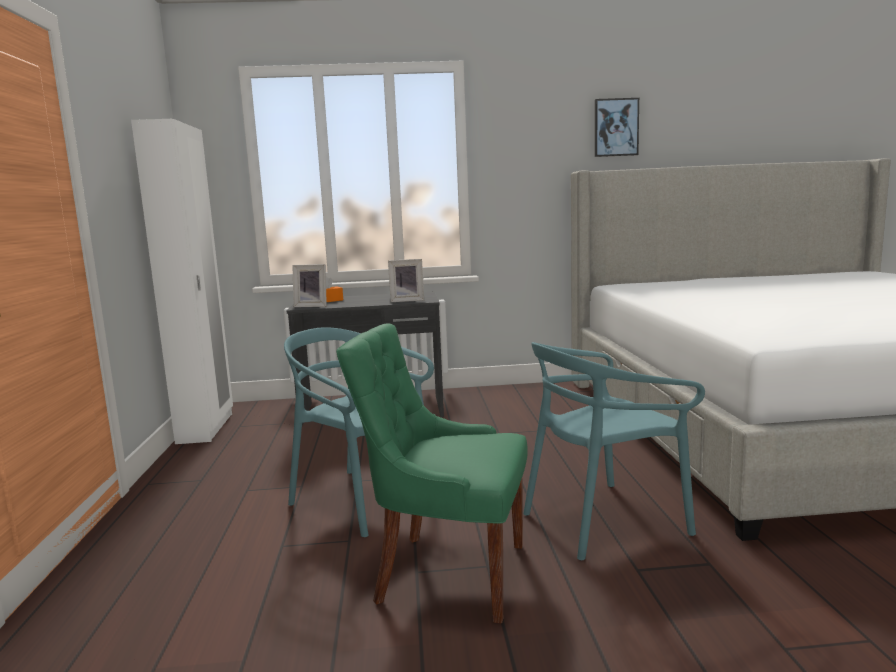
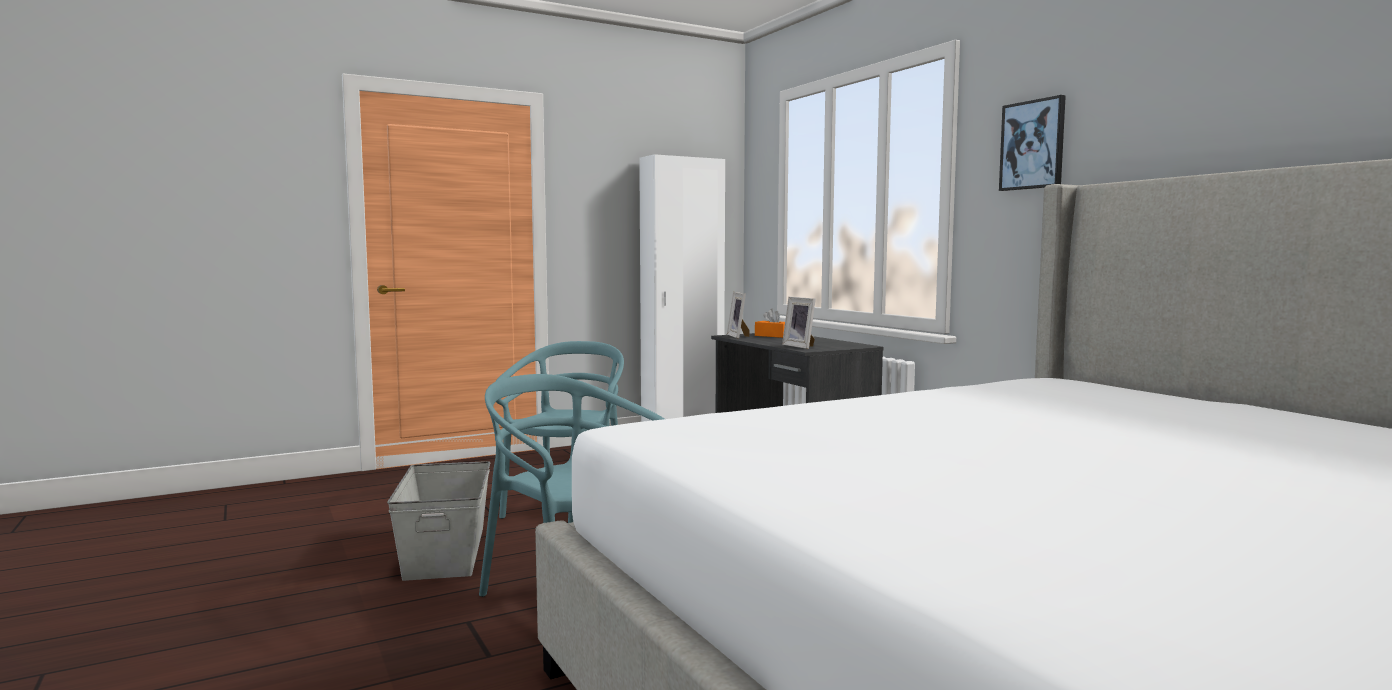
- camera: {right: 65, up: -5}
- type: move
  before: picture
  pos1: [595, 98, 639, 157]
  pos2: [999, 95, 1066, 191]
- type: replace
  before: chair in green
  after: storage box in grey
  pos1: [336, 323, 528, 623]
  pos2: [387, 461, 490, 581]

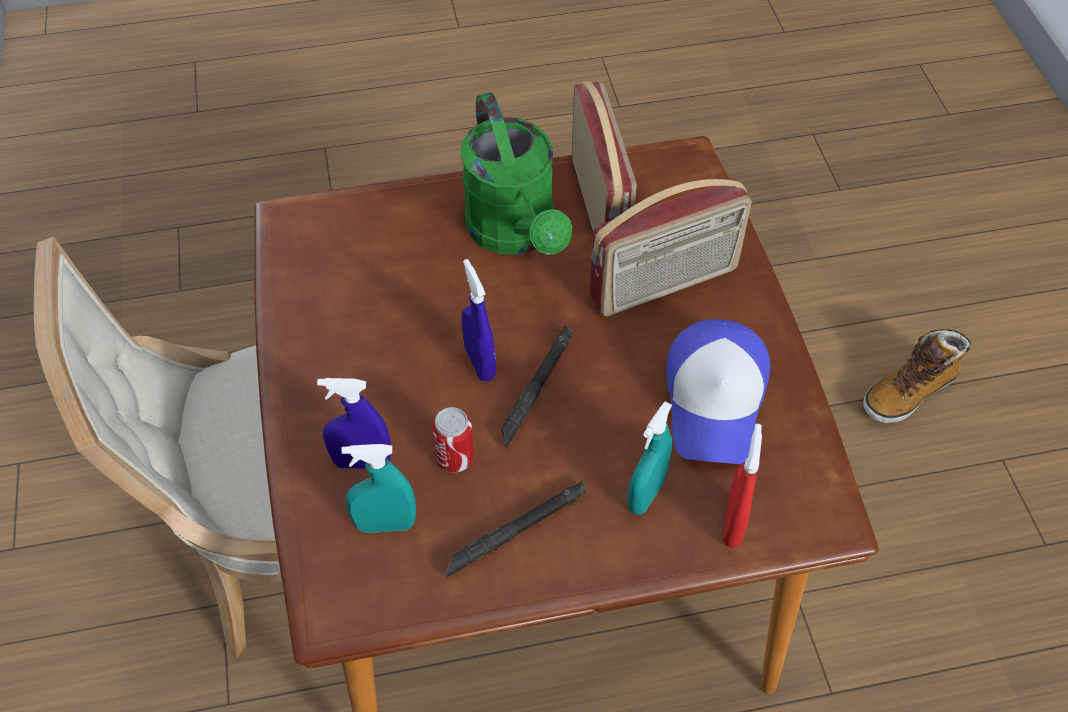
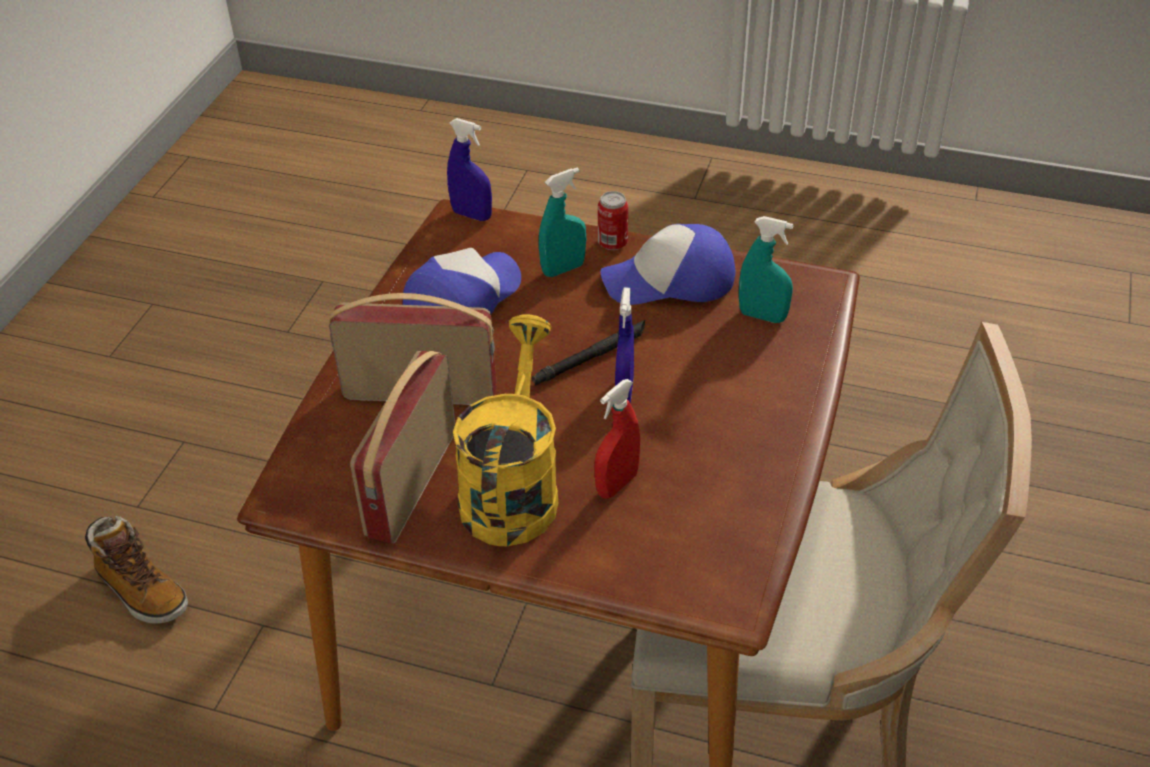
- camera: {right: -150, up: -10}
- type: recolor
  before: watering can in green
  after: watering can in yellow
  pos1: [461, 92, 572, 255]
  pos2: [453, 314, 558, 546]
- type: rotate
  before: boot
  pos1: [863, 329, 971, 423]
  pos2: [85, 516, 188, 624]
  turn: 45
- type: move
  before: spray bottle in blue
  pos1: [317, 378, 391, 469]
  pos2: [447, 118, 492, 221]
- type: move
  before: can
  pos1: [432, 407, 474, 472]
  pos2: [598, 191, 628, 250]
- type: move
  before: spray bottle in red
  pos1: [723, 424, 762, 548]
  pos2: [594, 379, 640, 499]
- type: replace
  before: flashlight in black
  after: cap
  pos1: [446, 481, 587, 578]
  pos2: [600, 224, 736, 305]

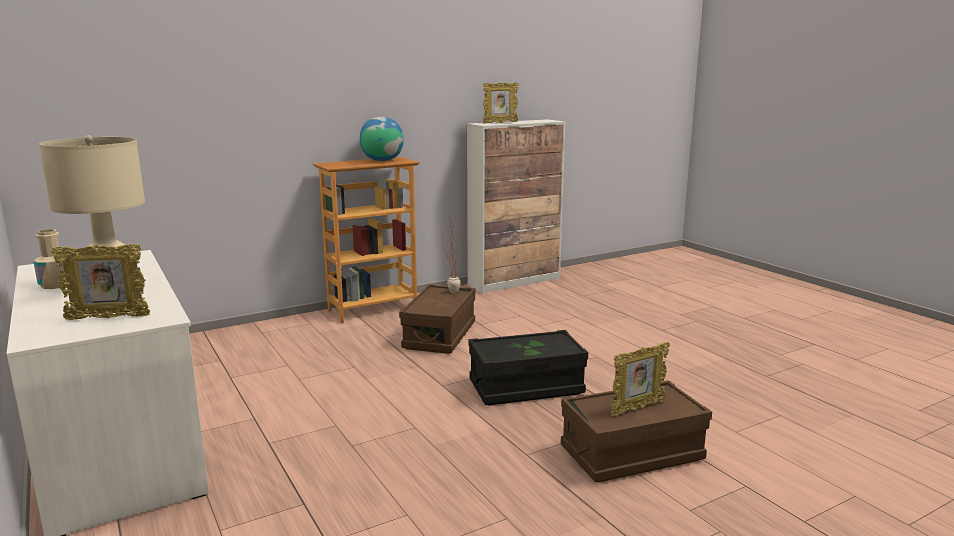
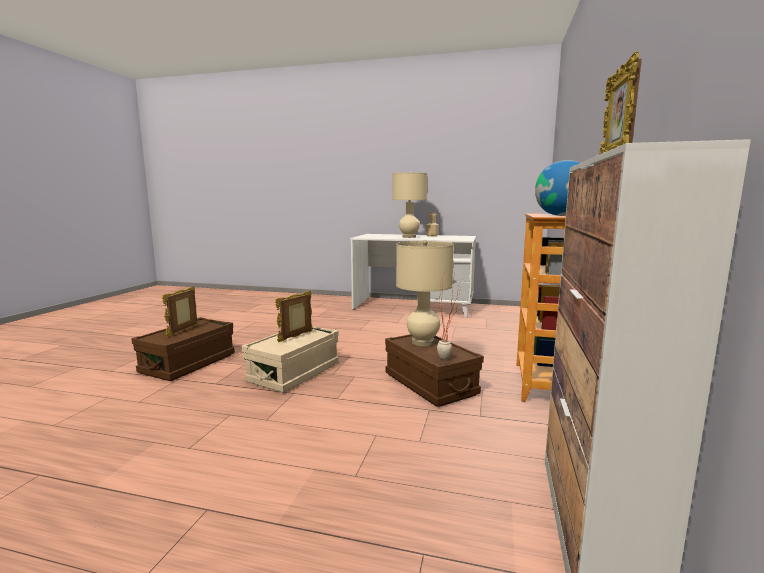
- camera: {right: 135, up: -5}
- type: move
  before: picture frame
  pos1: [52, 244, 150, 320]
  pos2: [275, 291, 313, 342]
- type: recolor
  before: storage box in black
  after: storage box in beige
  pos1: [469, 330, 588, 405]
  pos2: [242, 326, 339, 393]
- type: insert
  after: table lamp in beige
  pos2: [396, 240, 454, 346]

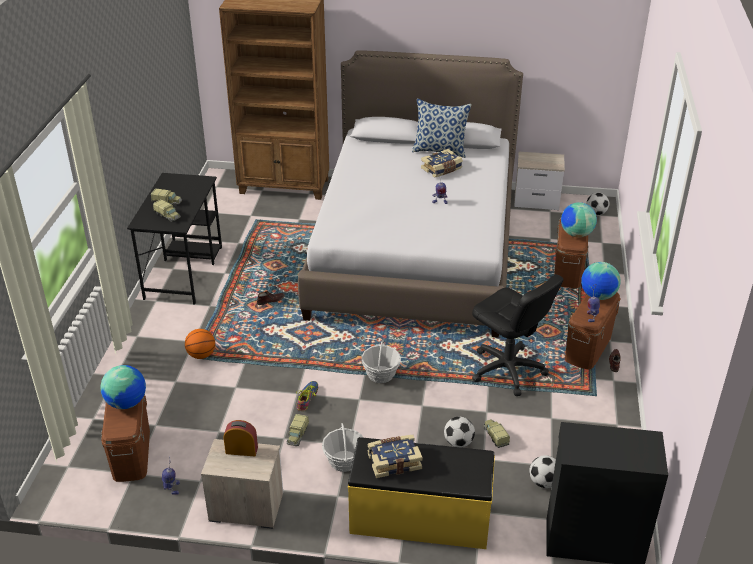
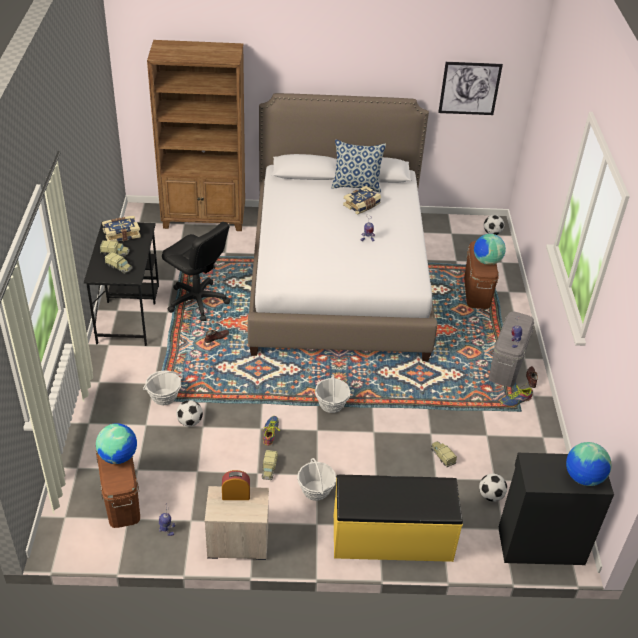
- camera: {right: -10, up: 5}
- type: delete
  before: nightstand
  pos1: [514, 152, 565, 210]
- type: move
  before: globe
  pos1: [581, 262, 621, 300]
  pos2: [566, 442, 612, 486]
- type: move
  before: office chair in black
  pos1: [472, 274, 564, 396]
  pos2: [162, 222, 230, 321]
- type: recolor
  before: storage box in brown
  after: storage box in grey
  pos1: [565, 292, 620, 369]
  pos2: [489, 311, 534, 387]
- type: replace
  before: basketball
  after: basket
  pos1: [185, 329, 215, 359]
  pos2: [143, 370, 183, 405]
- type: move
  before: football
  pos1: [444, 417, 475, 448]
  pos2: [176, 400, 203, 426]
- type: move
  before: book
  pos1: [367, 435, 423, 478]
  pos2: [102, 216, 141, 242]
- type: insert
  after: picture
  pos2: [438, 62, 503, 115]
- type: insert
  after: shoe
  pos2: [500, 385, 533, 407]

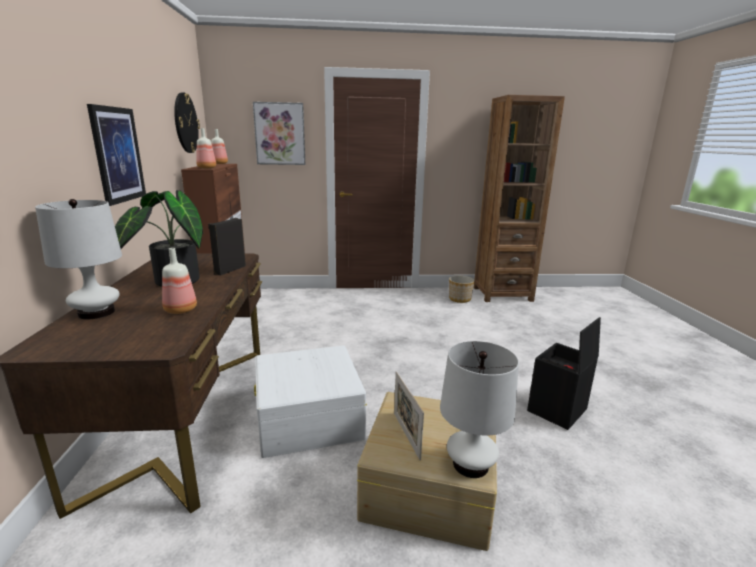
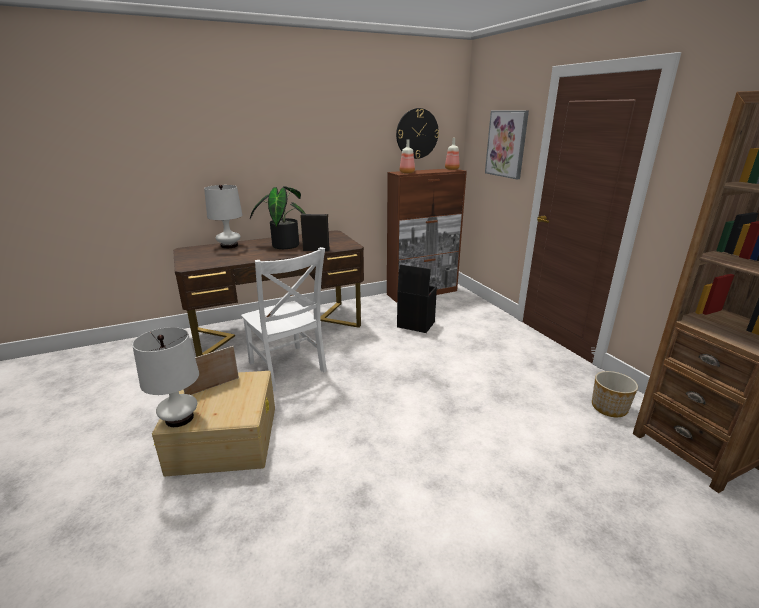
- camera: {right: 70, up: 5}
- type: delete
  before: picture
  pos1: [87, 104, 146, 206]
- type: delete
  before: bottle
  pos1: [162, 248, 197, 314]
- type: move
  before: storage box in black
  pos1: [527, 317, 601, 430]
  pos2: [397, 264, 437, 333]
- type: replace
  before: storage box in white
  after: chair in white
  pos1: [254, 345, 367, 458]
  pos2: [241, 247, 327, 391]

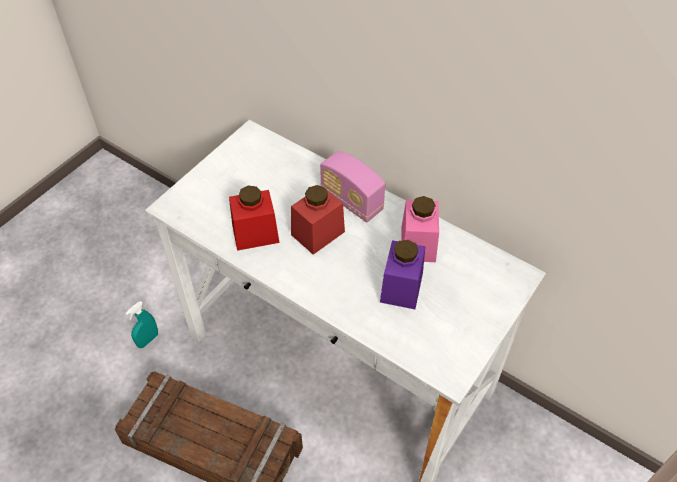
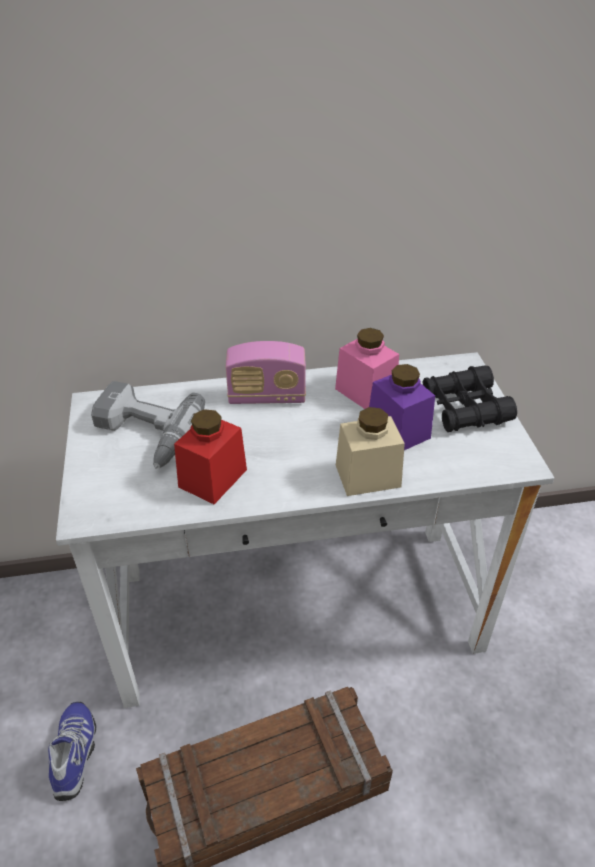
- camera: {right: -45, up: -10}
- type: delete
  before: jar in red
  pos1: [291, 185, 345, 255]
- type: replace
  before: spray bottle in turquoise
  after: shoe
  pos1: [125, 301, 158, 348]
  pos2: [48, 702, 96, 801]
- type: insert
  after: binoculars in black
  pos2: [423, 366, 517, 432]
- type: insert
  after: power drill
  pos2: [91, 381, 205, 469]
- type: insert
  after: jar in beige
  pos2: [336, 407, 405, 496]

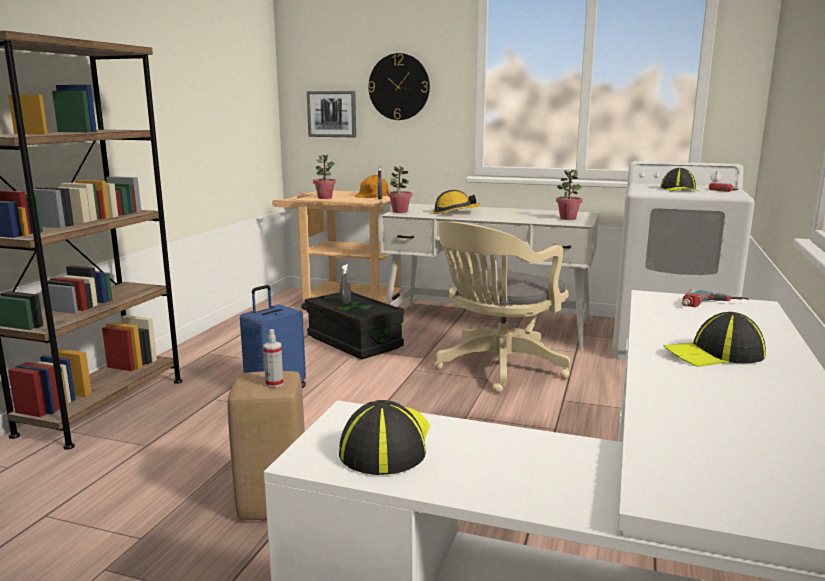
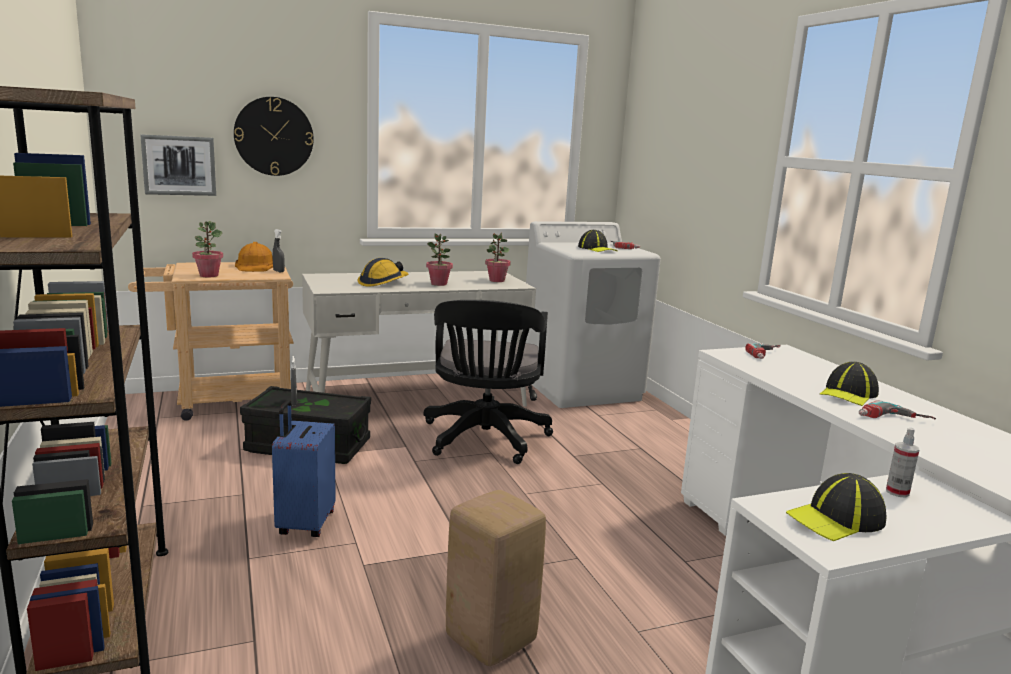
- camera: {right: -40, up: 0}
- type: move
  before: potted plant
  pos1: [388, 165, 412, 213]
  pos2: [426, 234, 453, 286]
- type: recolor
  before: office chair in beige
  after: office chair in black
  pos1: [434, 221, 571, 393]
  pos2: [423, 300, 553, 464]
- type: move
  before: spray bottle
  pos1: [263, 329, 283, 388]
  pos2: [886, 428, 919, 498]
- type: rotate
  before: cap
  pos1: [339, 400, 430, 475]
  pos2: [786, 473, 887, 541]
  turn: -90
- type: insert
  after: power drill
  pos2: [859, 400, 936, 419]

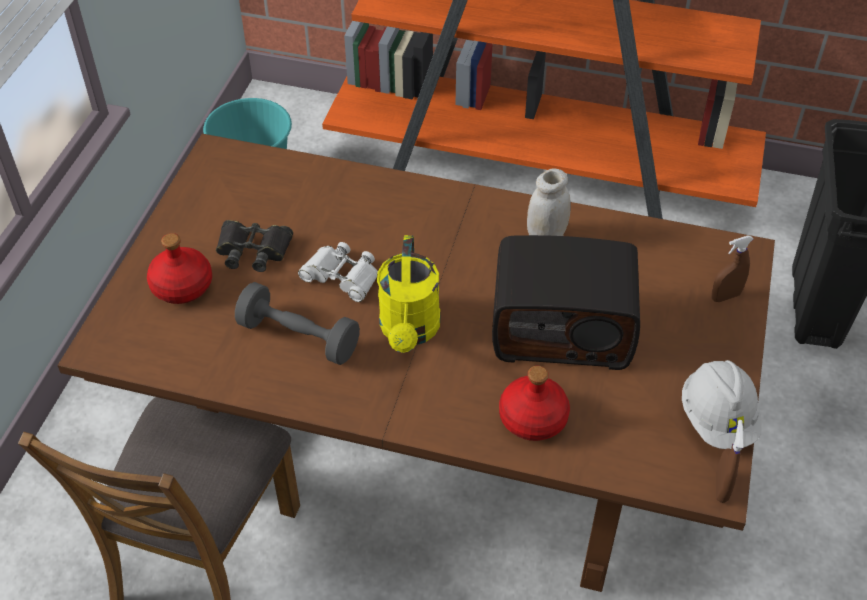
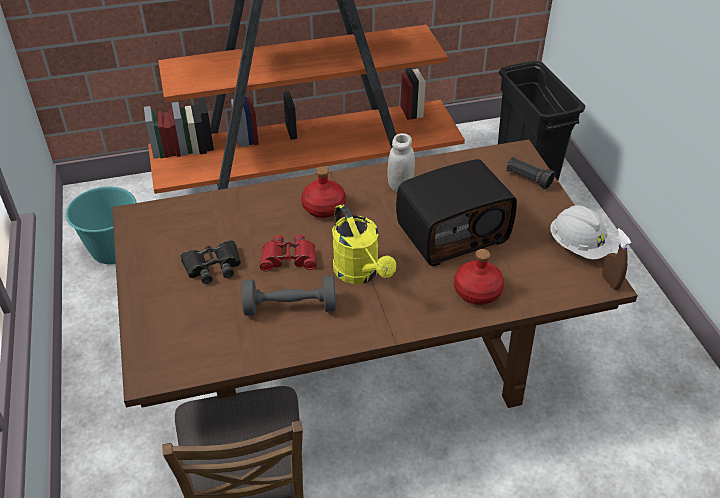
- camera: {right: -30, up: -5}
- type: move
  before: bottle in red
  pos1: [147, 233, 212, 304]
  pos2: [301, 166, 346, 218]
- type: replace
  before: spray bottle in brown
  after: flashlight in black
  pos1: [712, 235, 753, 302]
  pos2: [506, 157, 555, 189]
- type: recolor
  before: binoculars in white
  after: binoculars in red
  pos1: [298, 242, 378, 302]
  pos2: [260, 235, 317, 271]

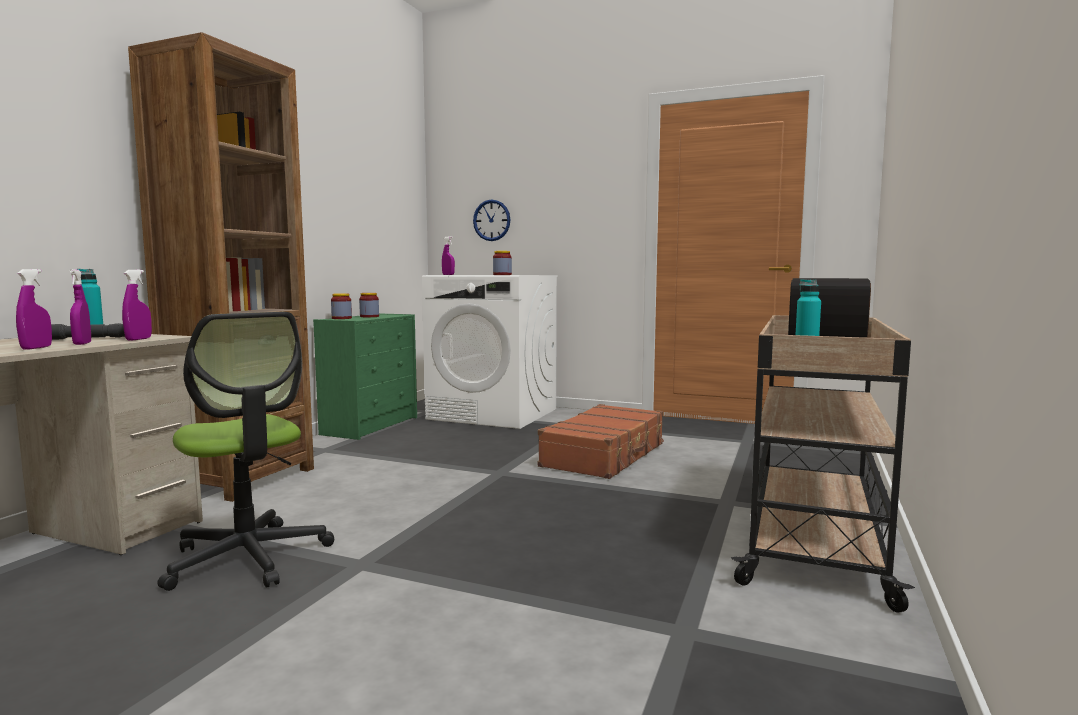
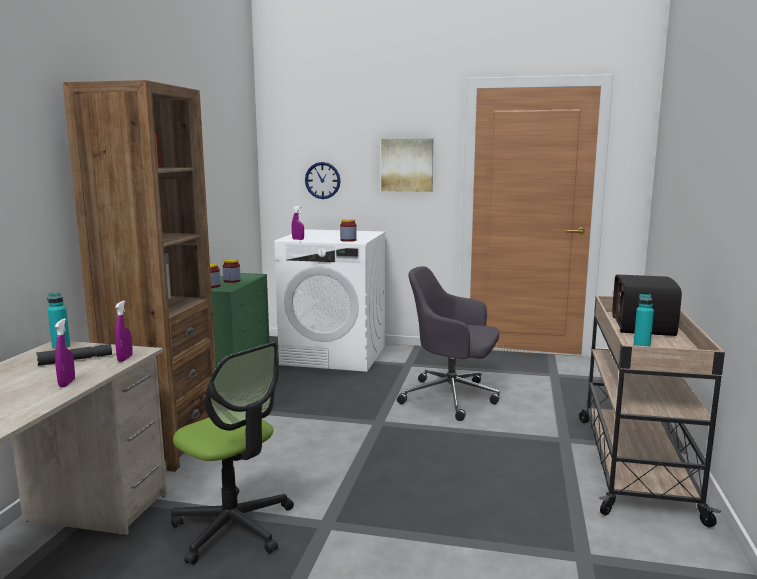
- camera: {right: -10, up: 5}
- type: delete
  before: spray bottle in purple
  pos1: [69, 269, 91, 345]
- type: replace
  before: suitcase in brown
  after: office chair in grey
  pos1: [538, 404, 664, 479]
  pos2: [397, 266, 500, 421]
- type: insert
  after: picture
  pos2: [381, 139, 433, 192]

